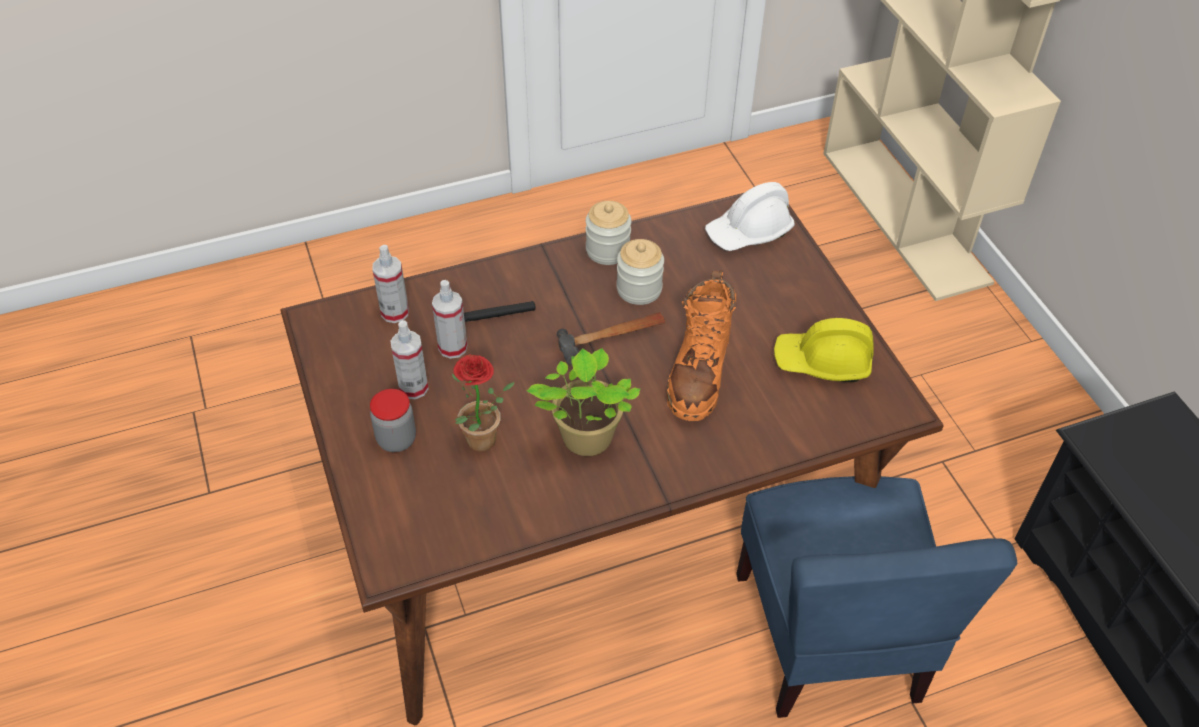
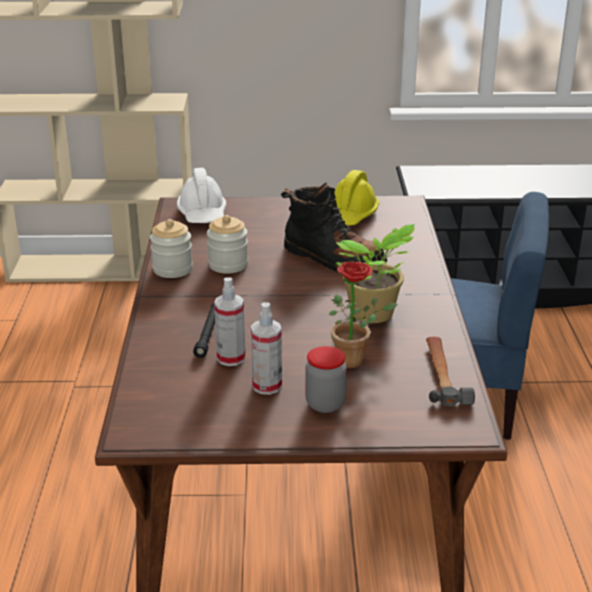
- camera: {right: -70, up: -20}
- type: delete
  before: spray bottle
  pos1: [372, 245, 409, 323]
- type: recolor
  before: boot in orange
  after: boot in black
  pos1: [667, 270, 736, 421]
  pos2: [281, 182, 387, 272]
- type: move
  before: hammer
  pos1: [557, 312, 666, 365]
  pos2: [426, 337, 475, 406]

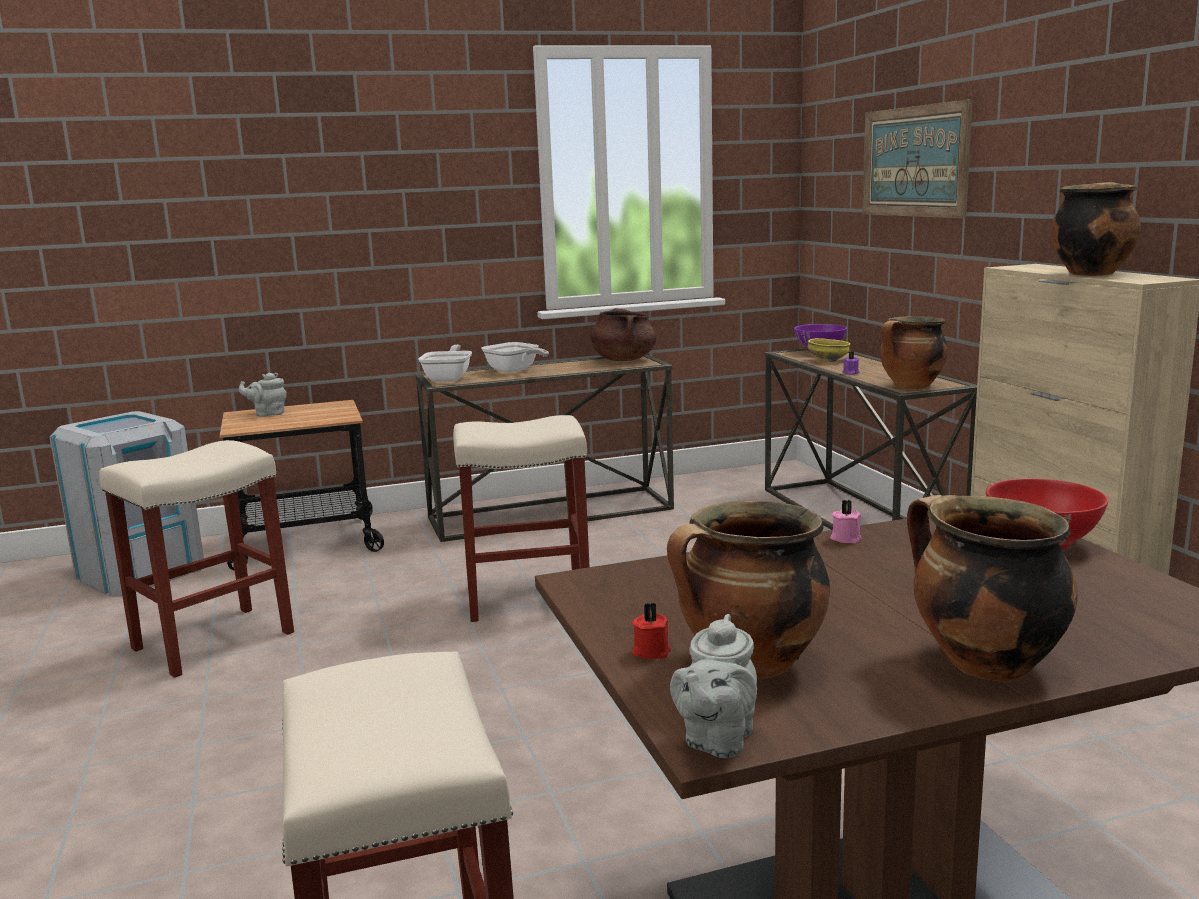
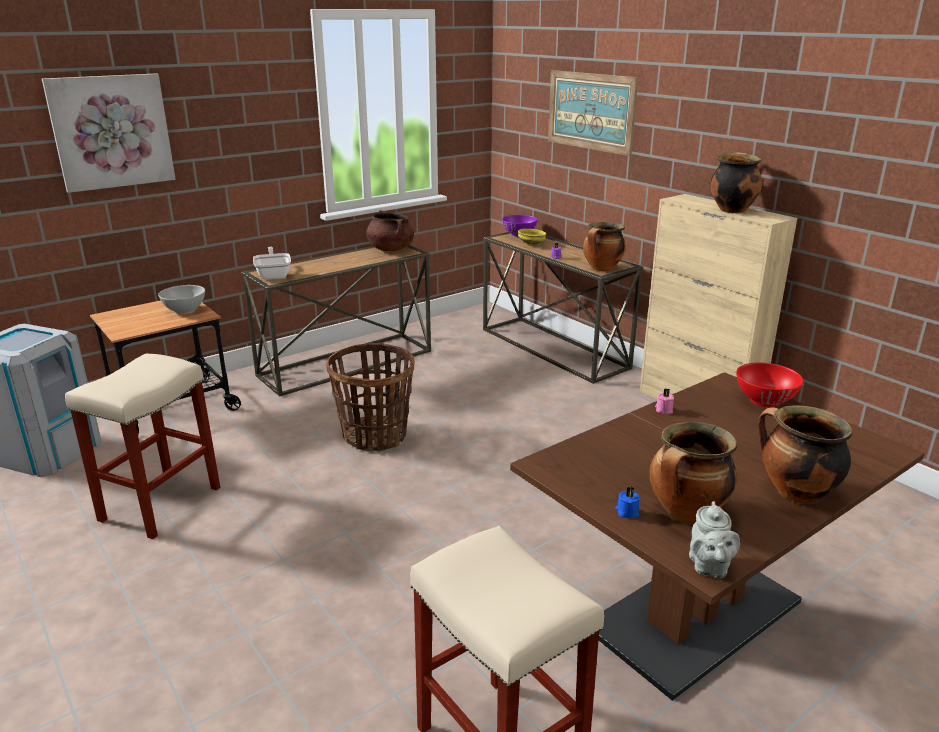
- camera: {right: -20, up: 10}
- type: delete
  before: frying pan
  pos1: [481, 342, 549, 373]
- type: delete
  before: teapot in grey
  pos1: [239, 373, 287, 417]
- type: replace
  before: stool in beige
  after: basket
  pos1: [453, 415, 590, 622]
  pos2: [326, 343, 415, 452]
- type: recolor
  before: candle in red
  after: candle in blue
  pos1: [632, 603, 671, 659]
  pos2: [615, 486, 640, 518]
- type: insert
  after: picture
  pos2: [42, 73, 176, 193]
- type: insert
  after: bowl in white
  pos2: [158, 285, 205, 314]

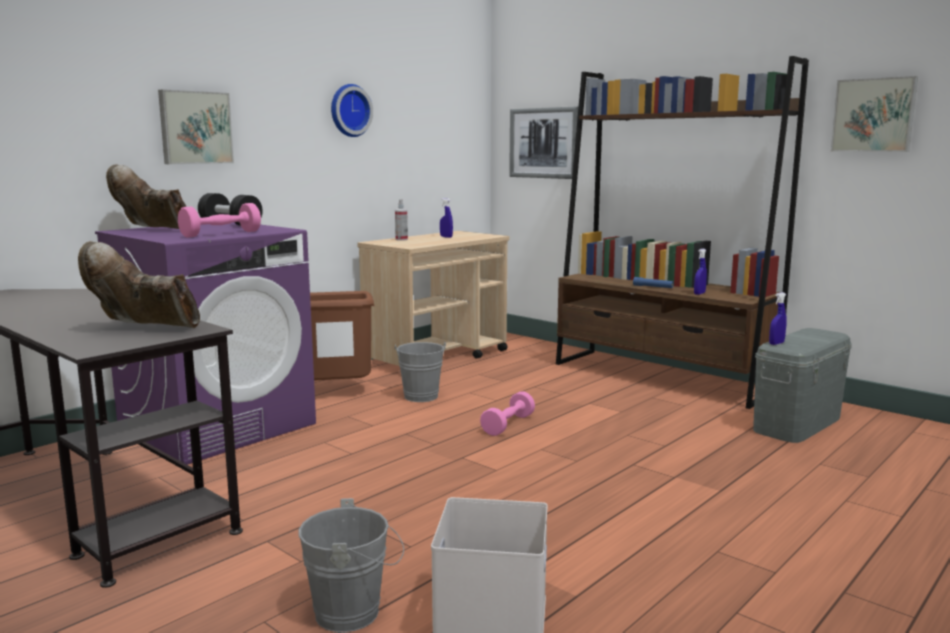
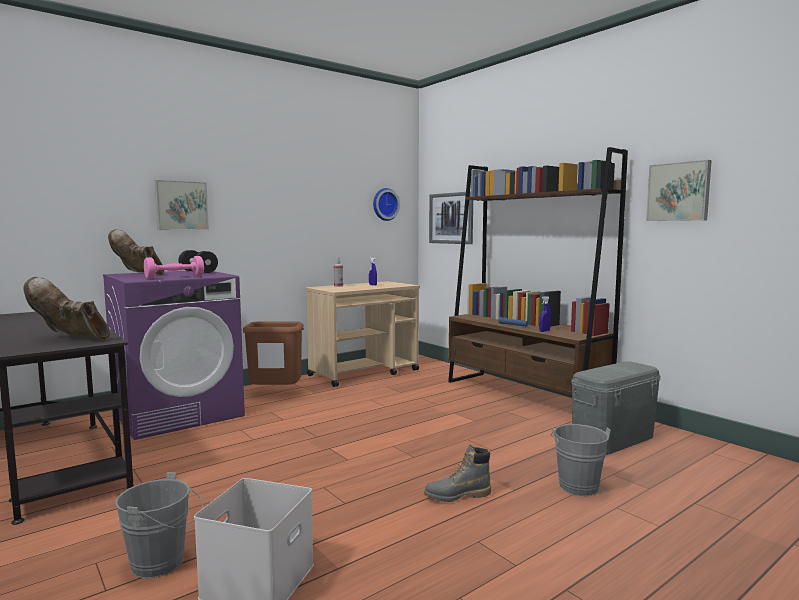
- camera: {right: 10, up: -5}
- type: move
  before: wall clock
  pos1: [331, 84, 373, 137]
  pos2: [373, 188, 400, 221]
- type: delete
  before: spray bottle in blue
  pos1: [769, 292, 787, 345]
- type: move
  before: bucket in grey
  pos1: [395, 342, 446, 402]
  pos2: [551, 424, 611, 496]
- type: delete
  before: dumbbell in pink
  pos1: [480, 391, 535, 436]
- type: insert
  after: boot in grey
  pos2: [424, 445, 491, 502]

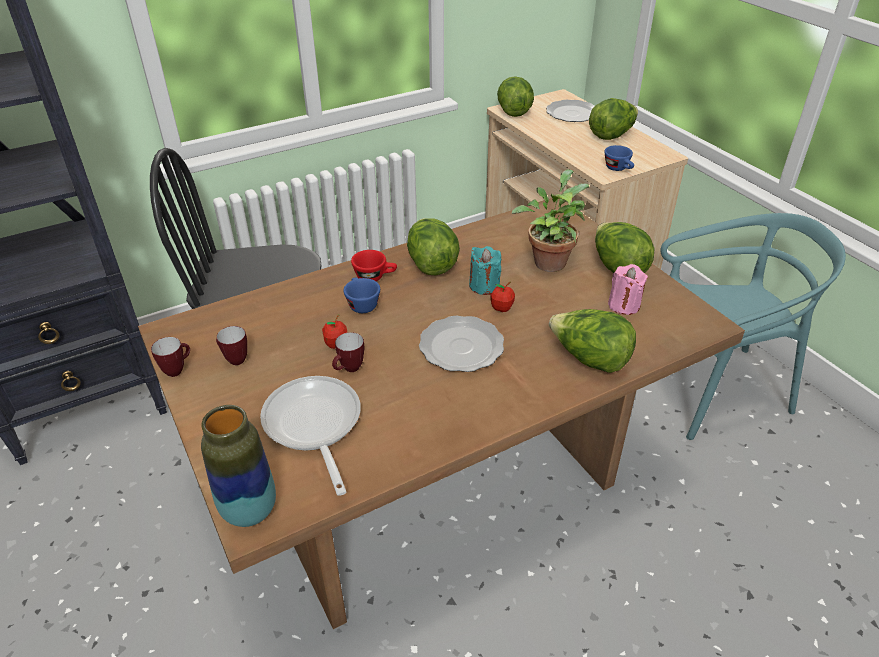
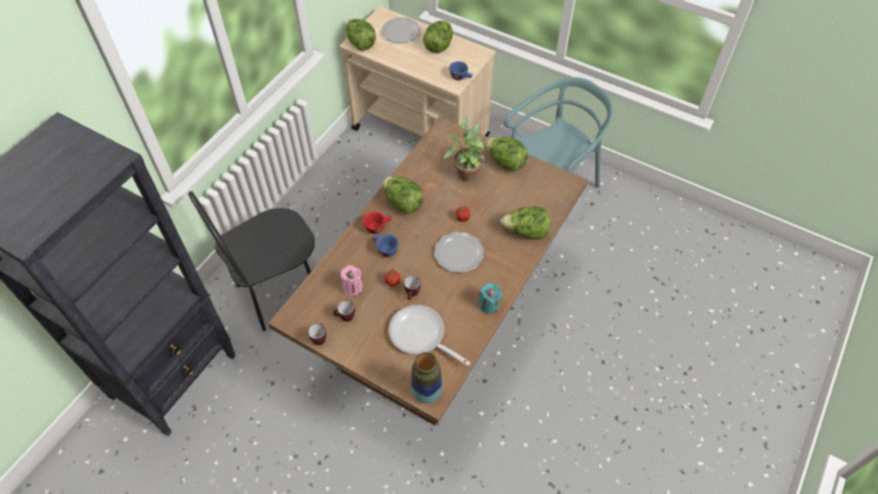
- camera: {right: -30, up: 15}
- type: move
  before: candle in turquoise
  pos1: [469, 246, 501, 295]
  pos2: [478, 283, 502, 314]
- type: move
  before: candle in pink
  pos1: [608, 264, 648, 315]
  pos2: [340, 265, 363, 296]

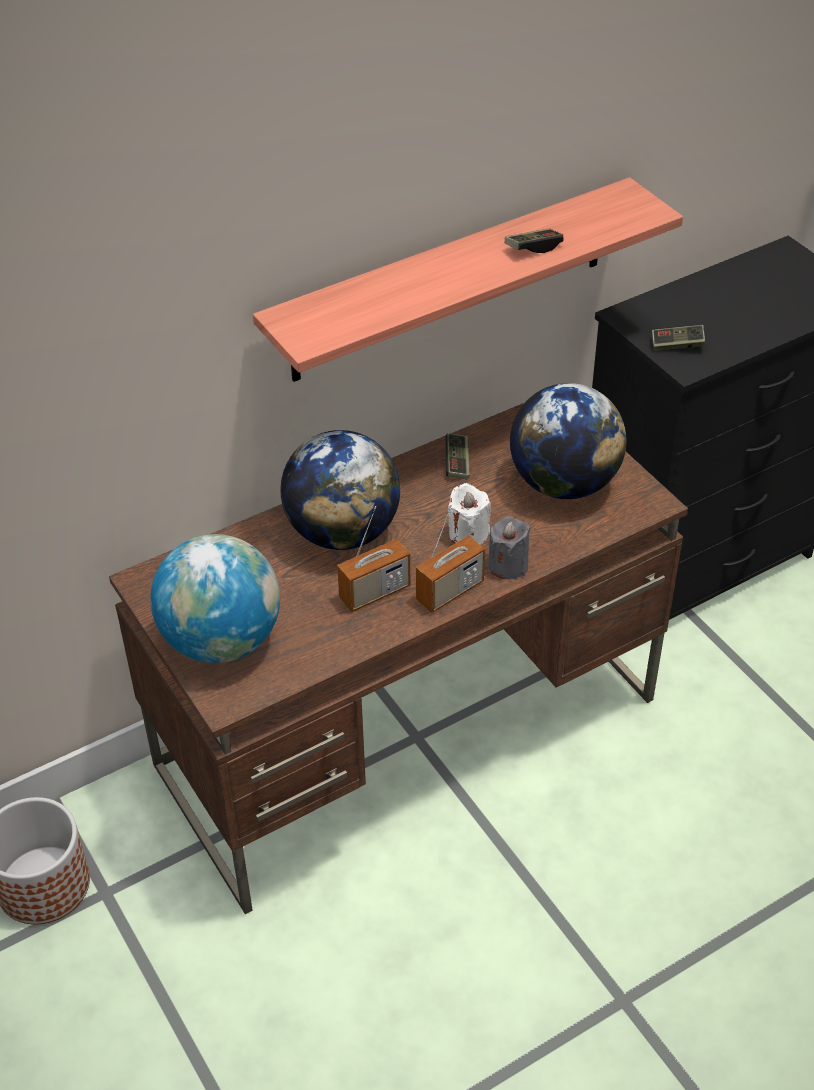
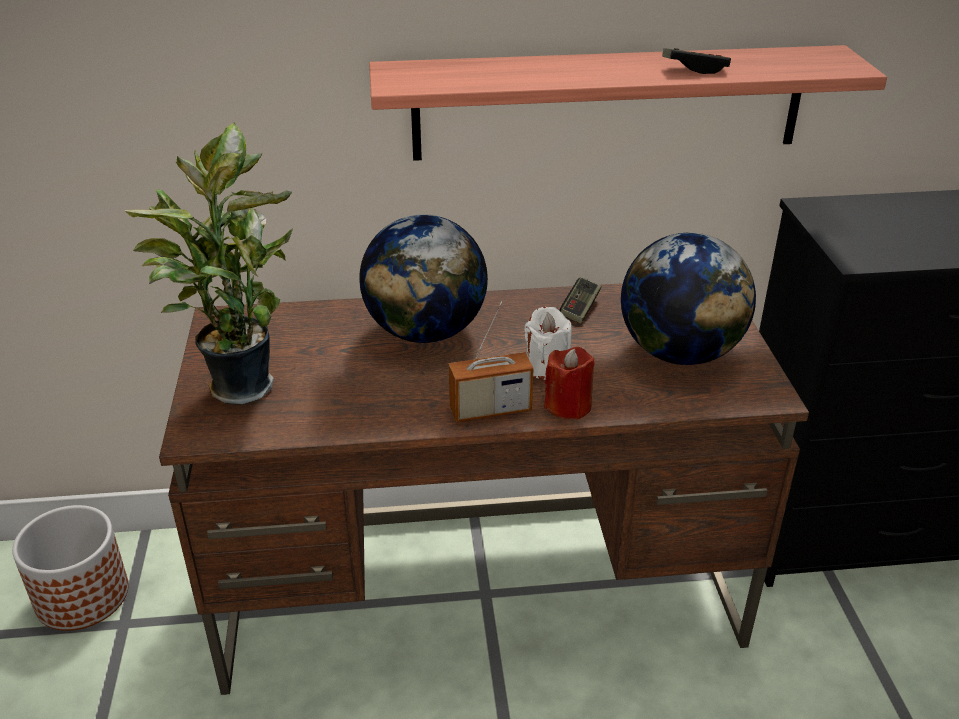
- camera: {right: 25, up: -10}
- type: delete
  before: game controller
  pos1: [652, 325, 705, 351]
- type: delete
  before: radio
  pos1: [337, 506, 410, 612]
- type: recolor
  before: candle in grey
  after: candle in red
  pos1: [488, 516, 531, 580]
  pos2: [544, 347, 595, 419]
- type: replace
  before: globe
  after: potted plant
  pos1: [150, 534, 280, 663]
  pos2: [124, 123, 293, 404]

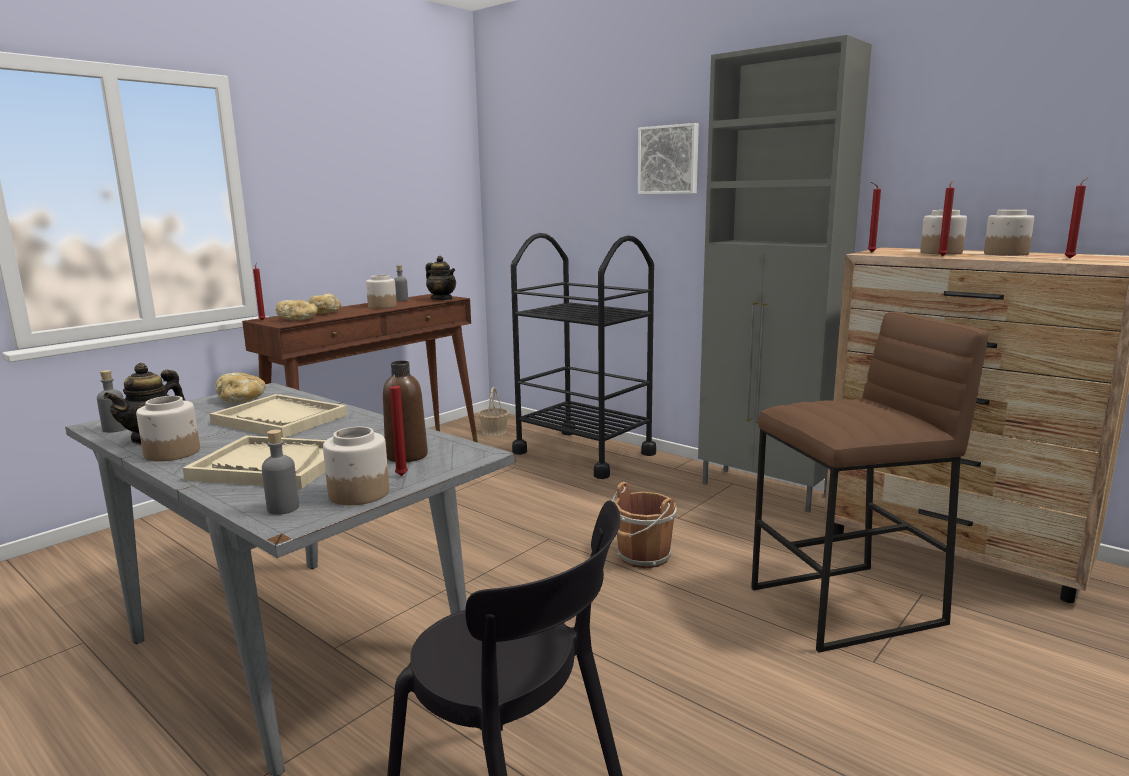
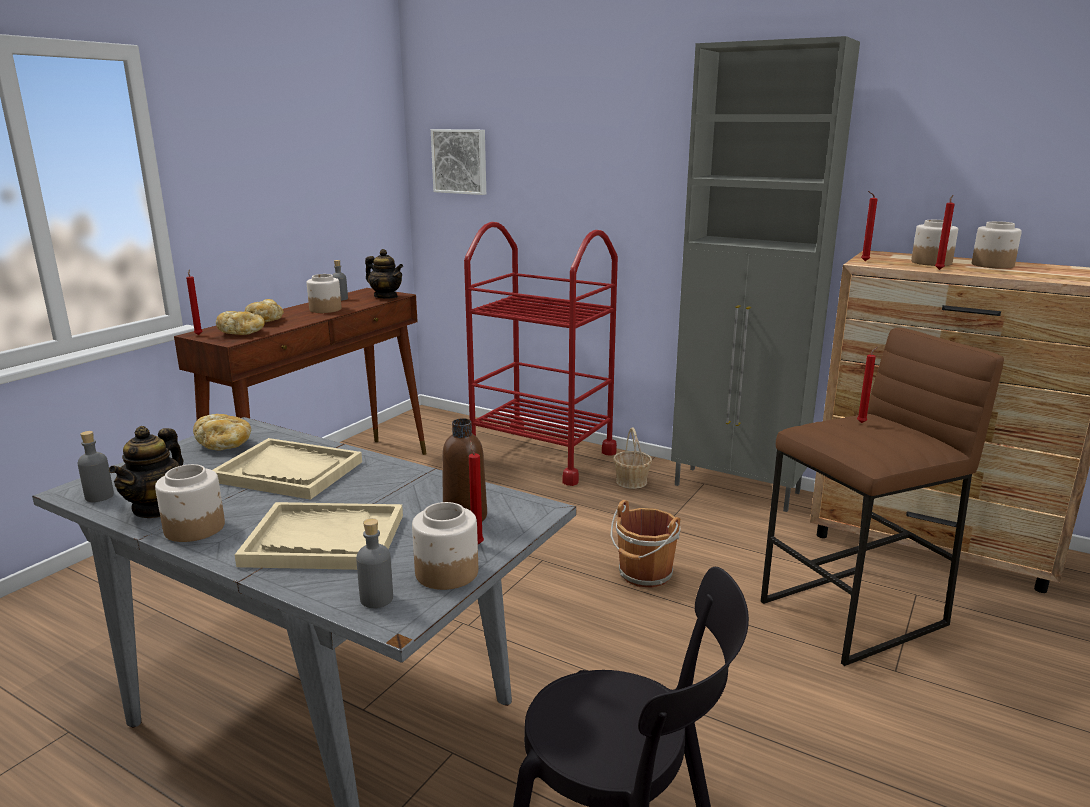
- camera: {right: -10, up: 5}
- type: move
  before: picture
  pos1: [638, 123, 699, 194]
  pos2: [431, 129, 486, 195]
- type: move
  before: candle in red
  pos1: [1065, 178, 1087, 259]
  pos2: [857, 347, 878, 423]
- type: recolor
  before: cart in black
  after: cart in red
  pos1: [511, 233, 656, 479]
  pos2: [464, 222, 618, 486]
- type: move
  before: basket
  pos1: [478, 387, 509, 436]
  pos2: [613, 427, 652, 489]

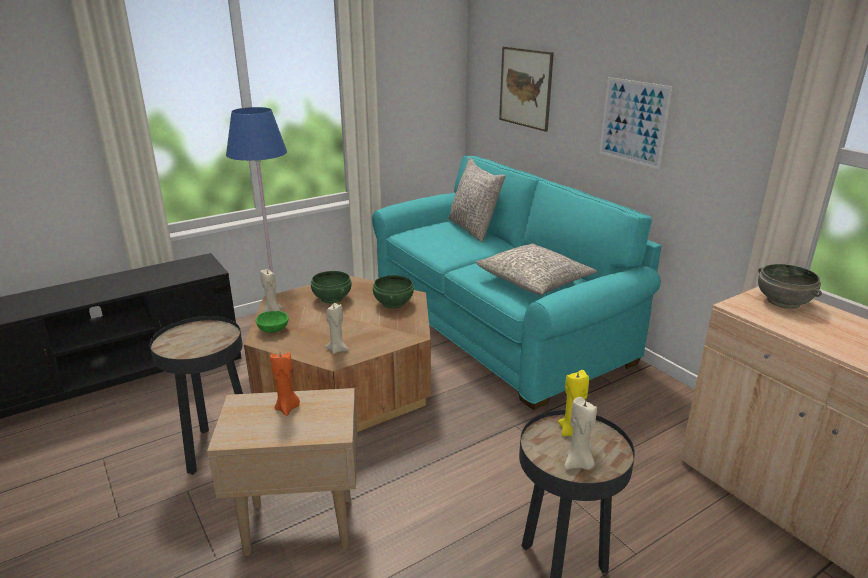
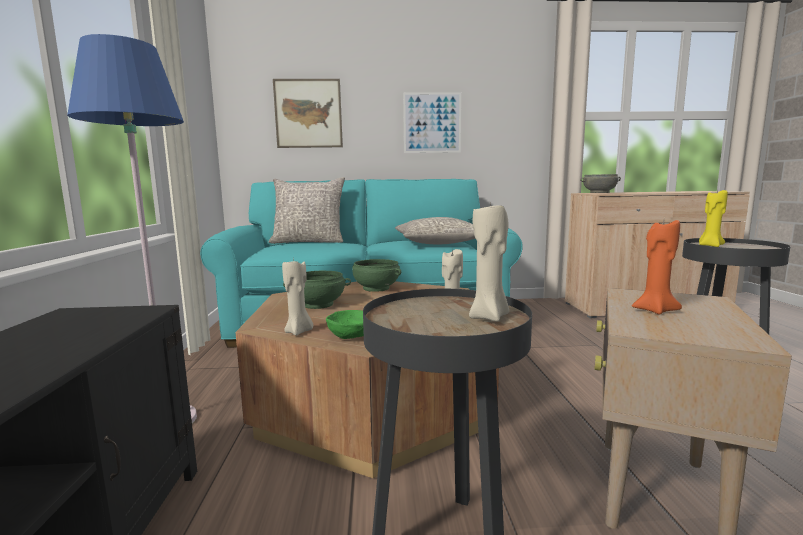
- camera: {right: -60, up: -15}
- type: move
  before: candle in beige
  pos1: [565, 397, 597, 470]
  pos2: [469, 204, 509, 322]

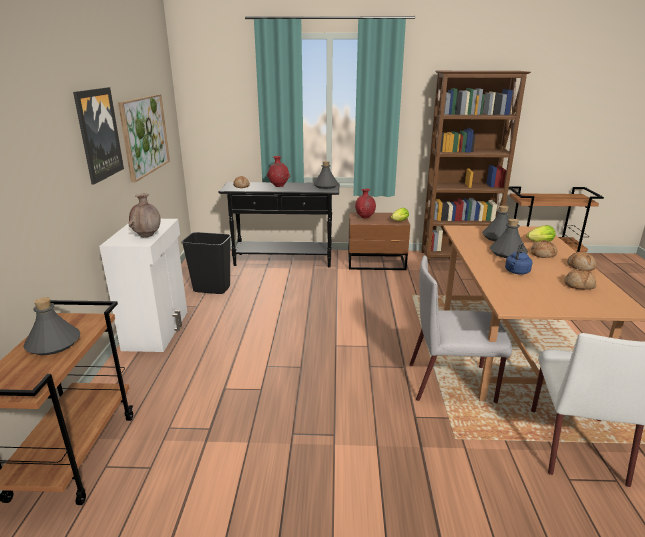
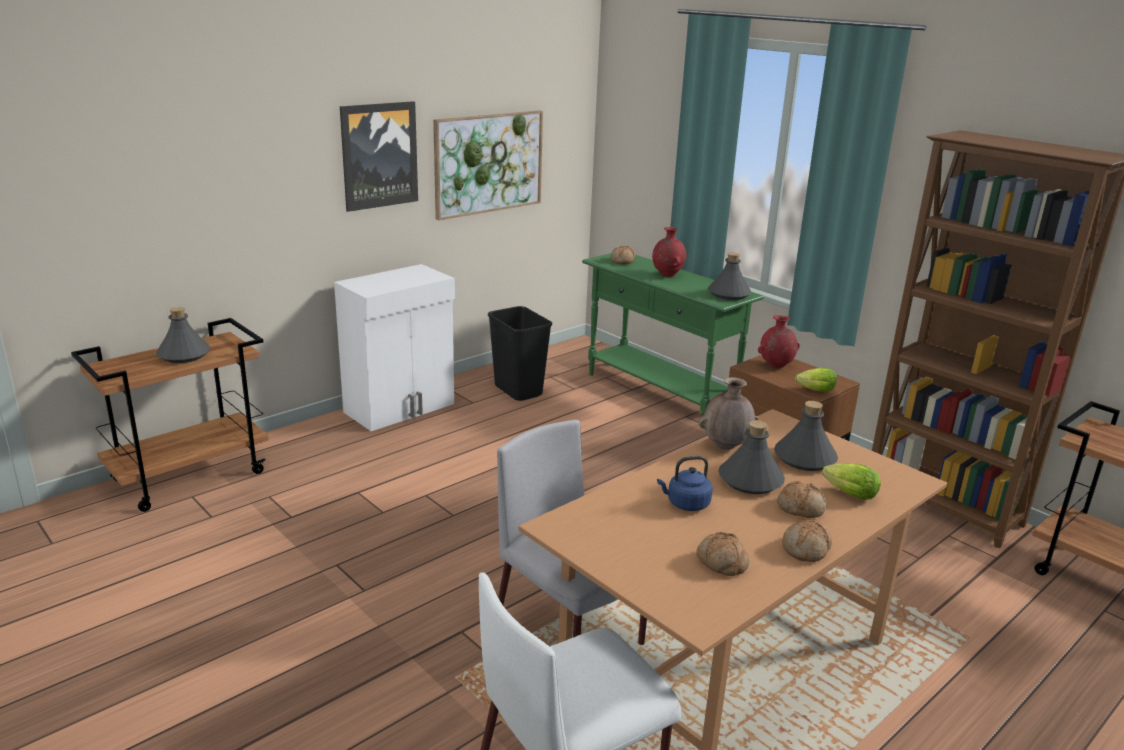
- camera: {right: 45, up: 0}
- type: recolor
  before: console table in black
  after: console table in green
  pos1: [218, 182, 339, 267]
  pos2: [582, 253, 764, 428]
- type: move
  before: vase in brown
  pos1: [128, 194, 161, 237]
  pos2: [699, 377, 758, 450]

